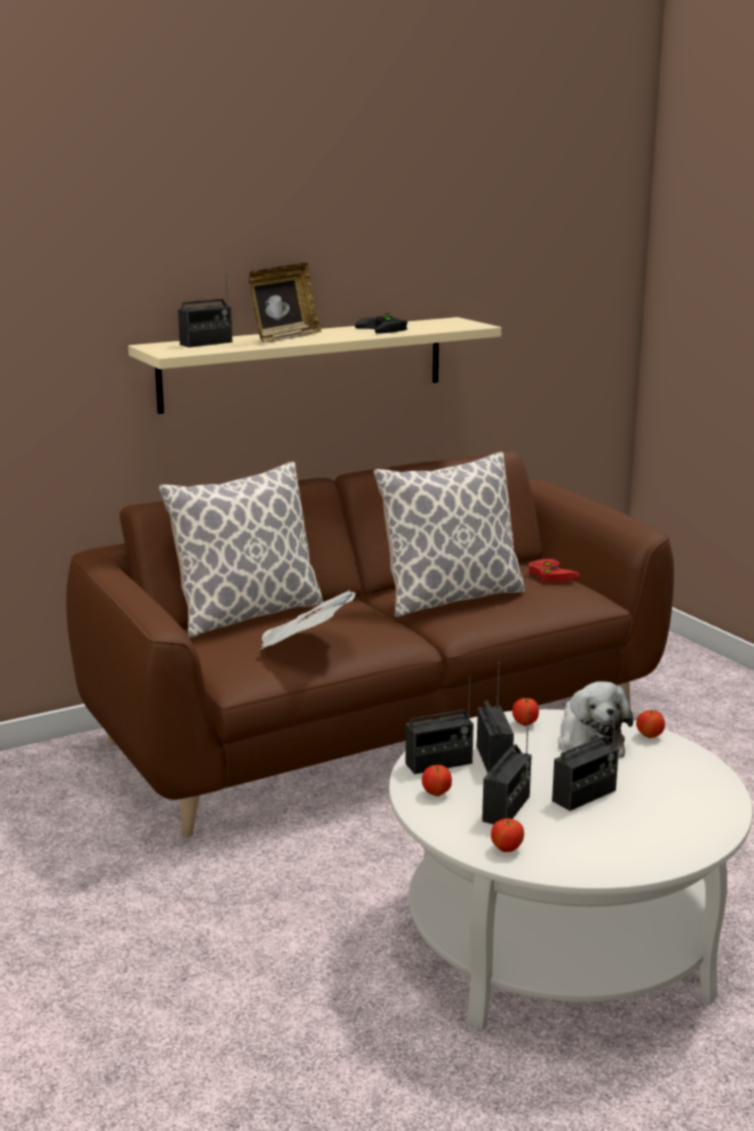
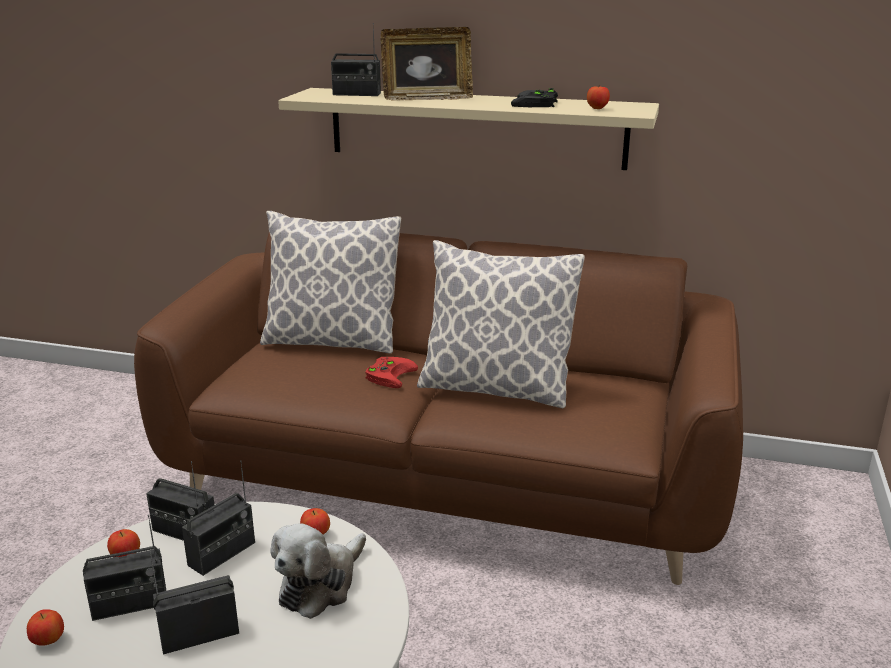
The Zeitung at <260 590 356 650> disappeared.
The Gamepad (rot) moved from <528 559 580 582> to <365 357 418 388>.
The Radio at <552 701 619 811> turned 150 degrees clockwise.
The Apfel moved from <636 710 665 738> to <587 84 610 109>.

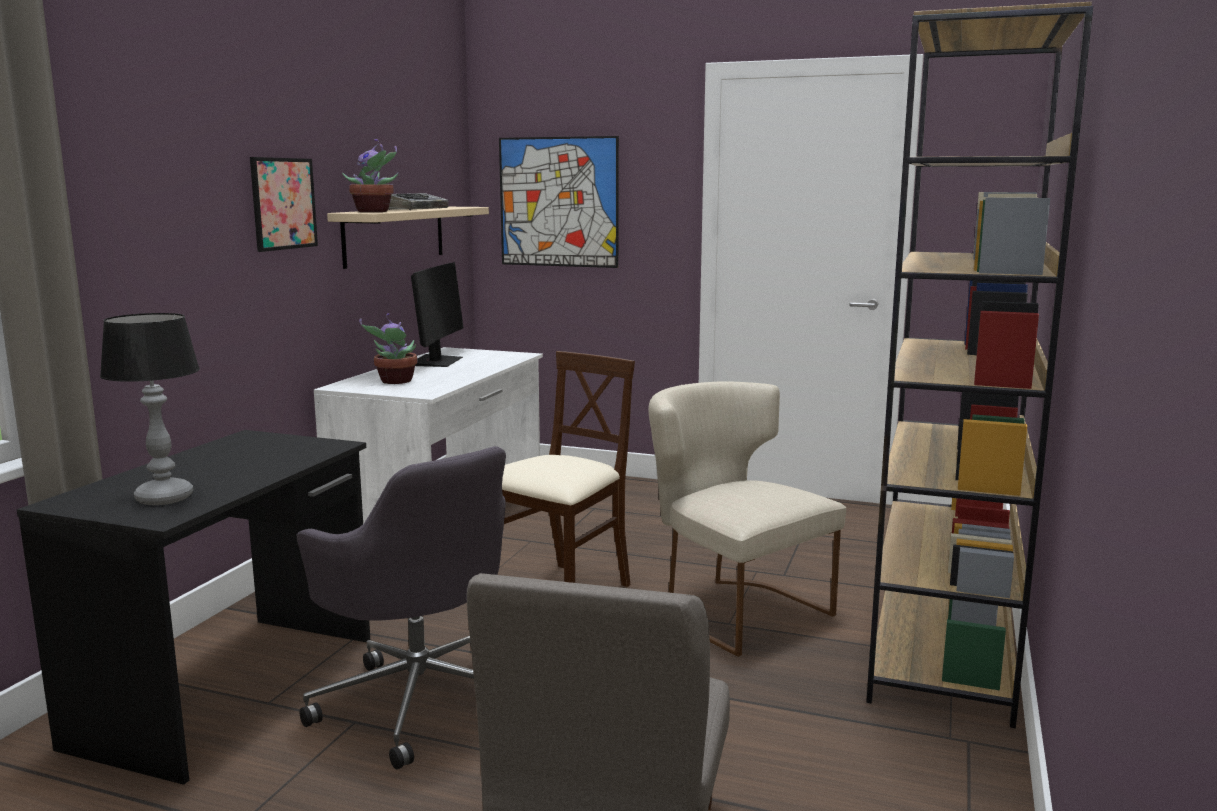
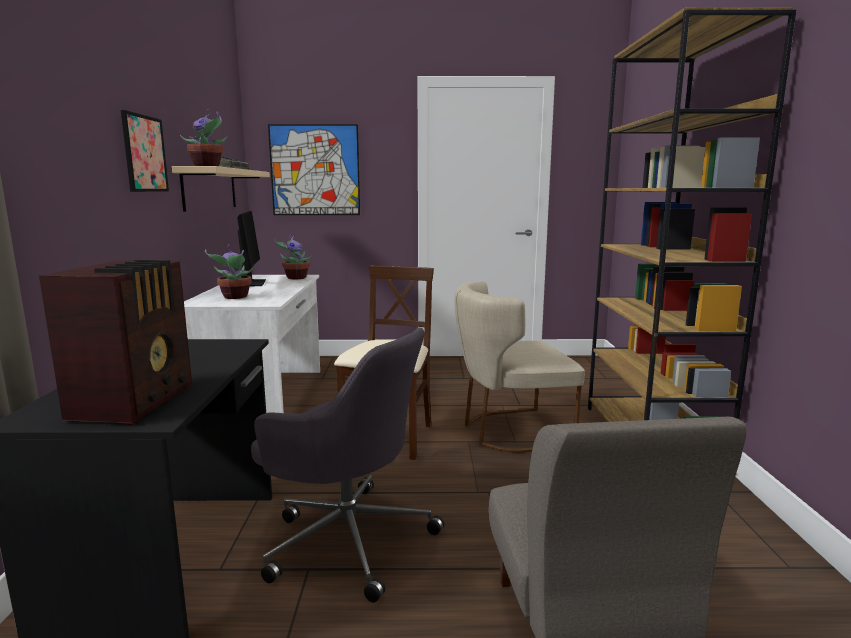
The Tischlampe at <100 313 200 505> was replaced by the Radio at <39 260 192 425>.
The Stuhl (beige) at <649 381 846 657> turned 45 degrees counterclockwise.
The Topfpflanze at <274 234 311 279> appeared.

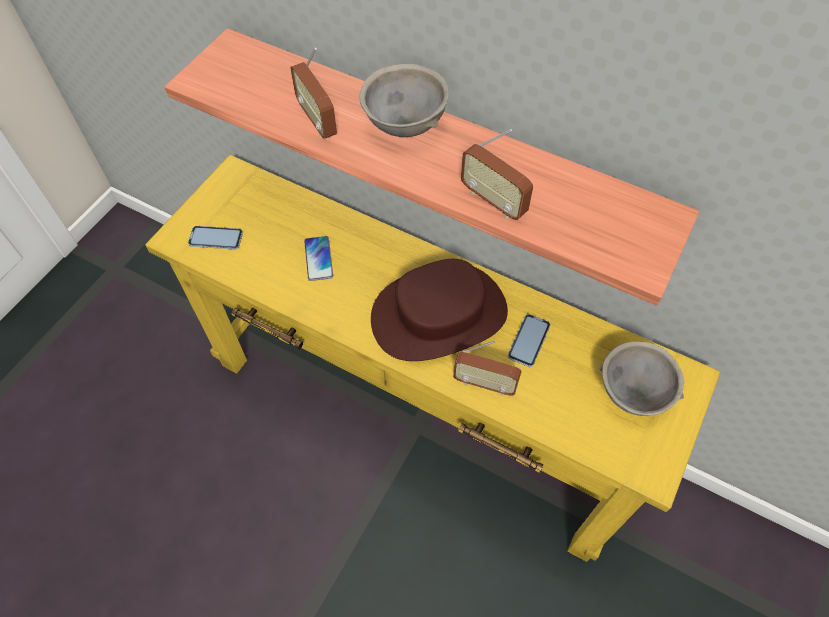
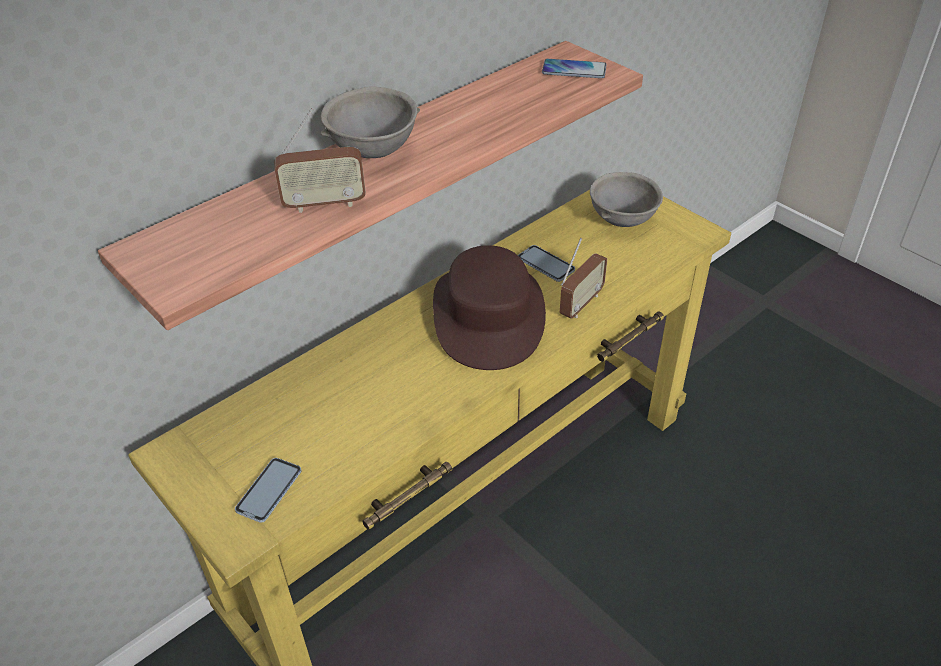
The Handy moved from <304 236 333 281> to <542 59 606 78>.
The Radio at <461 129 533 220> disappeared.

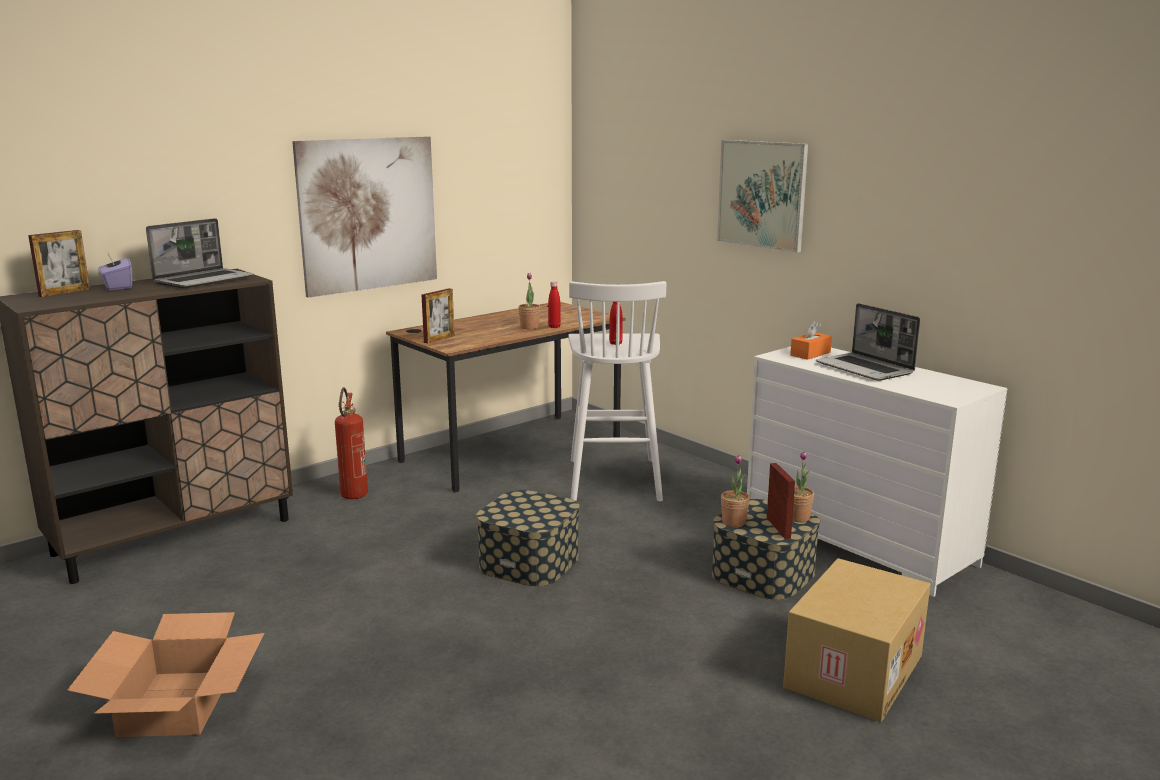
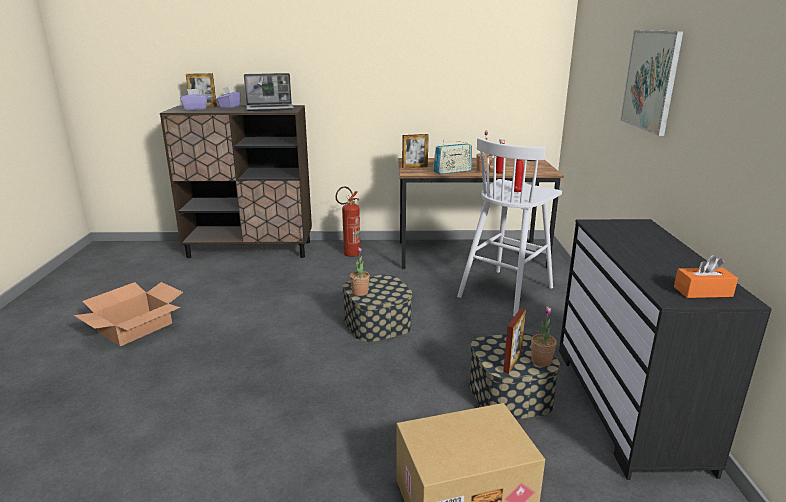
The Bild at <292 137 437 298> disappeared.
The Topfpflanze moved from <721 455 750 527> to <350 247 370 296>.
The Kommode (weiß) at <747 347 1008 597> became the Kommode (schwarz) at <559 219 772 480>.
The Taschentuchbox (orange) moved from <790 321 832 360> to <674 255 738 298>.
The Laptop at <816 303 920 381> disappeared.
The Taschentuchbox (lila) at <180 89 207 111> appeared.
The Radio at <433 139 472 174> appeared.

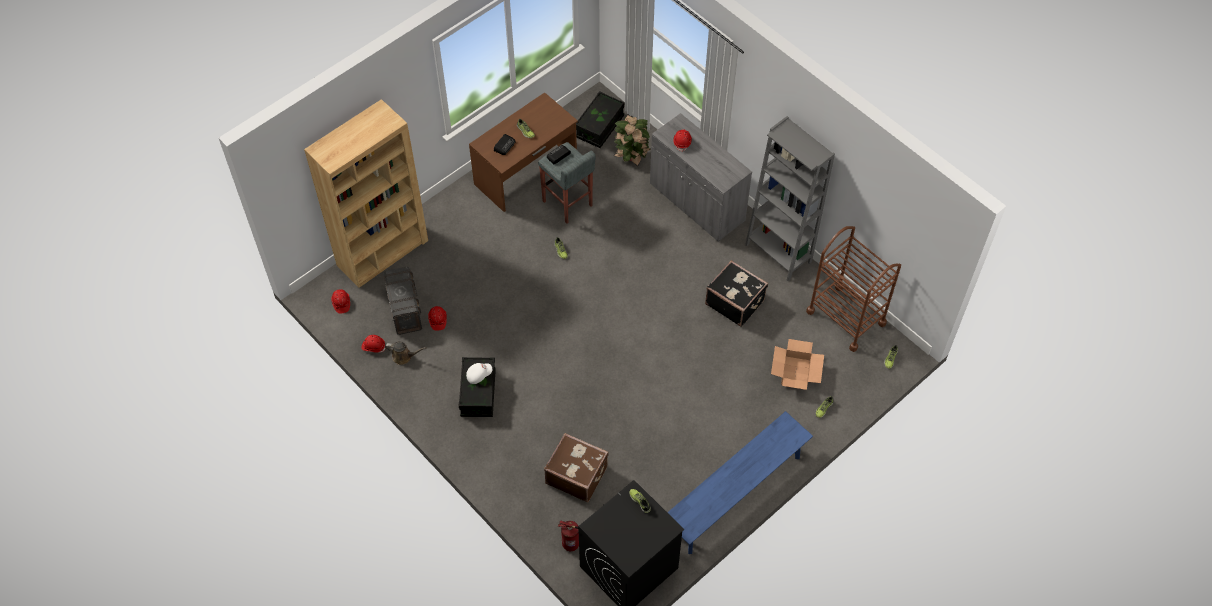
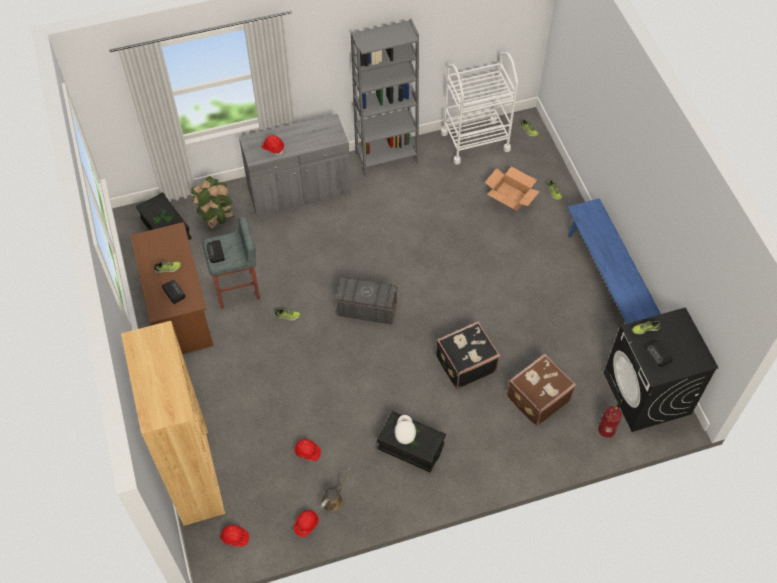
The Aufbewahrungsbox (grau) moved from <383 267 422 335> to <336 277 398 325>.
The Koffer (schwarz) moved from <705 260 768 327> to <436 321 500 389>.
The Rollwagen (braun) at <806 226 901 352> became the Rollwagen (weiß) at <441 52 518 164>.
The Radio at <645 340 672 367> appeared.

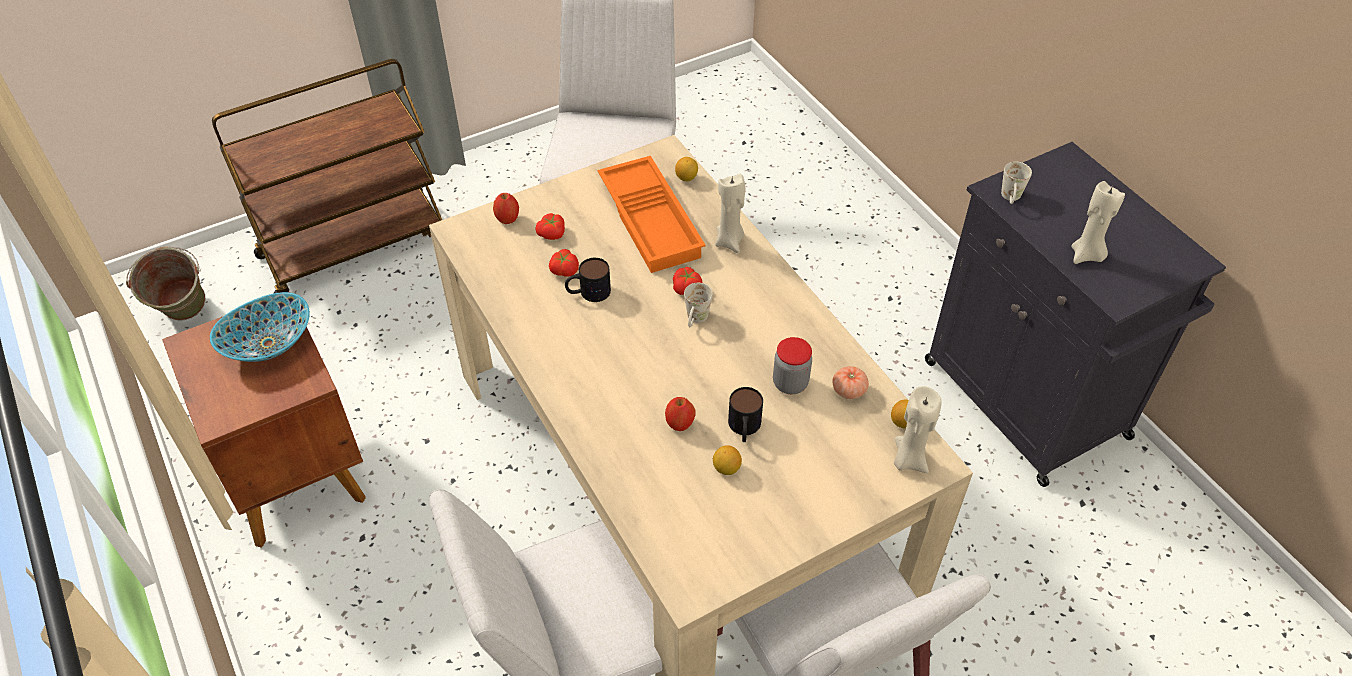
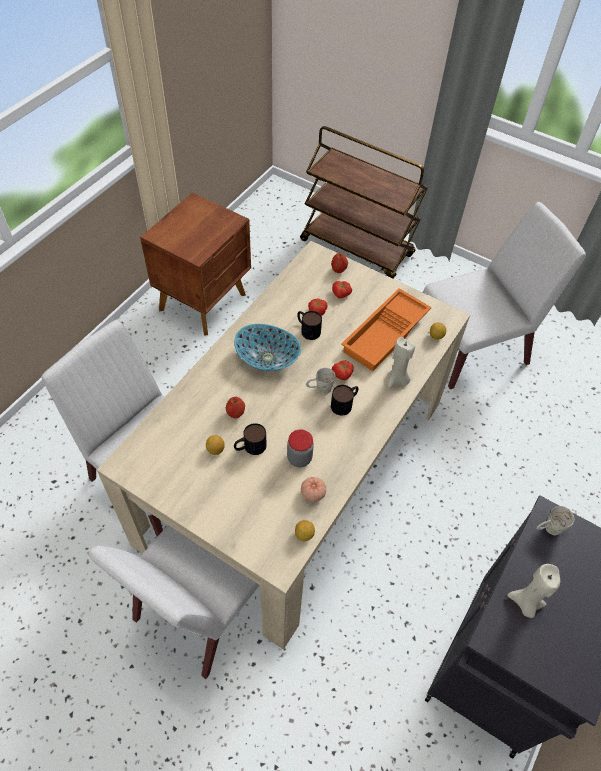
The Eimer (grün) at <126 247 205 321> disappeared.
The Schüssel moved from <210 292 310 362> to <234 324 301 371>.
The Kerze (beige) at <894 386 942 473> disappeared.
The Henkelbecher at <331 385 358 416> appeared.

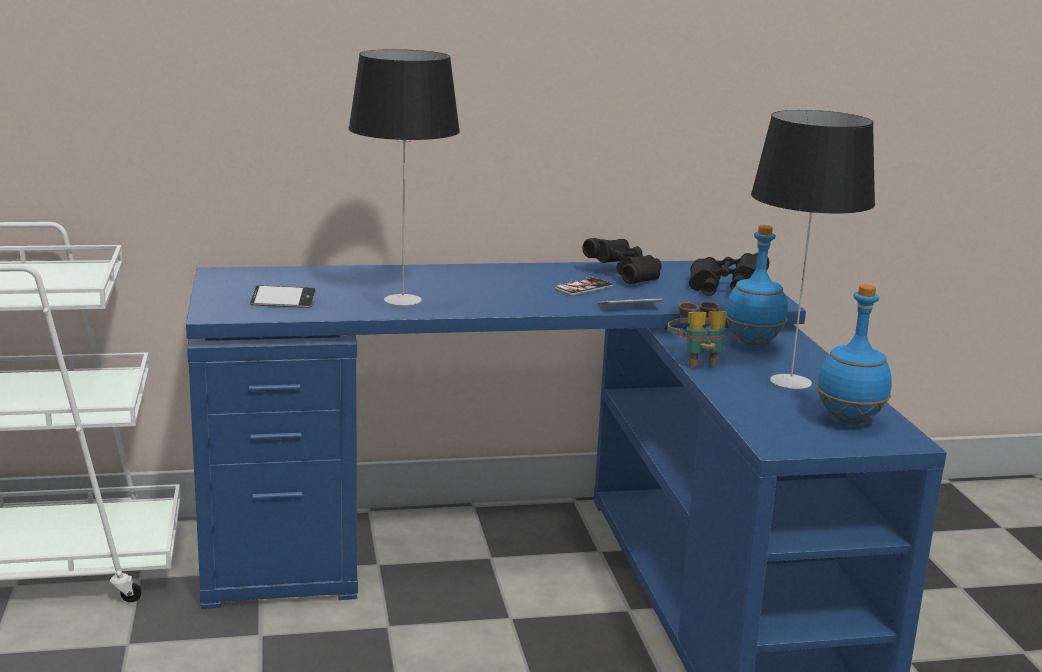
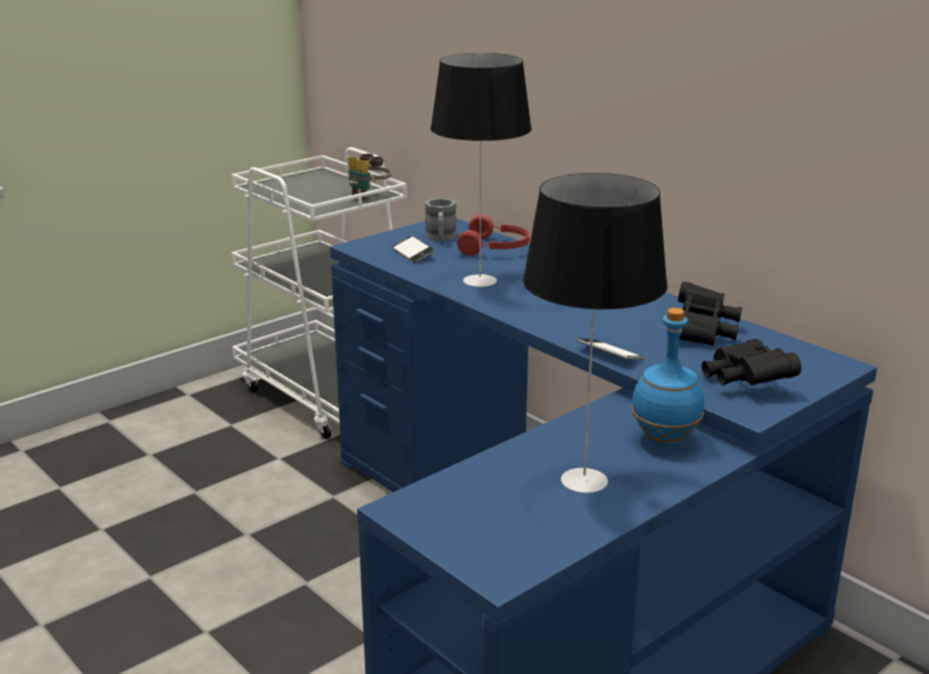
The Handy at <555 276 613 296> disappeared.
The Fernglas moved from <667 302 727 368> to <347 153 391 201>.
The Flasche (blau) at <817 284 892 427> disappeared.
The Henkelbecher (grau) at <425 198 456 241> appeared.
The Kopfhörer (rot) at <457 215 530 256> appeared.

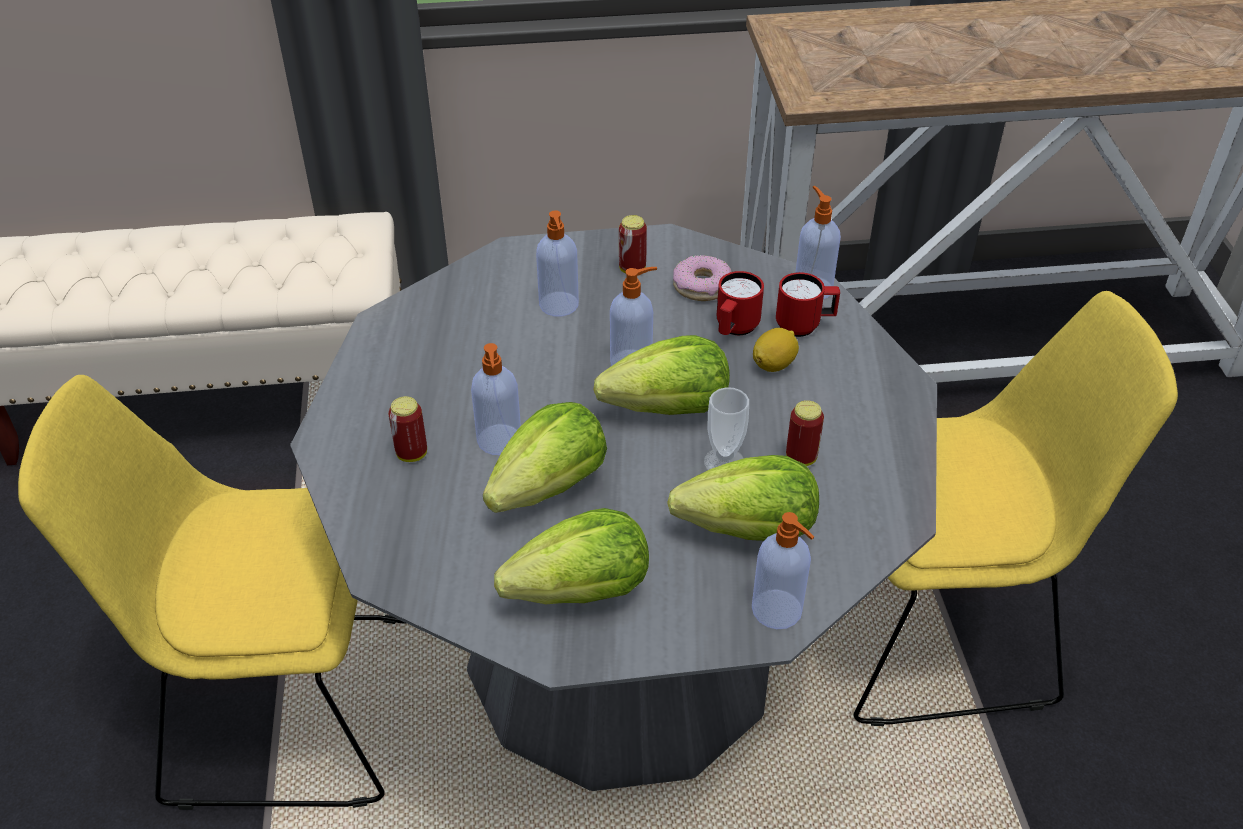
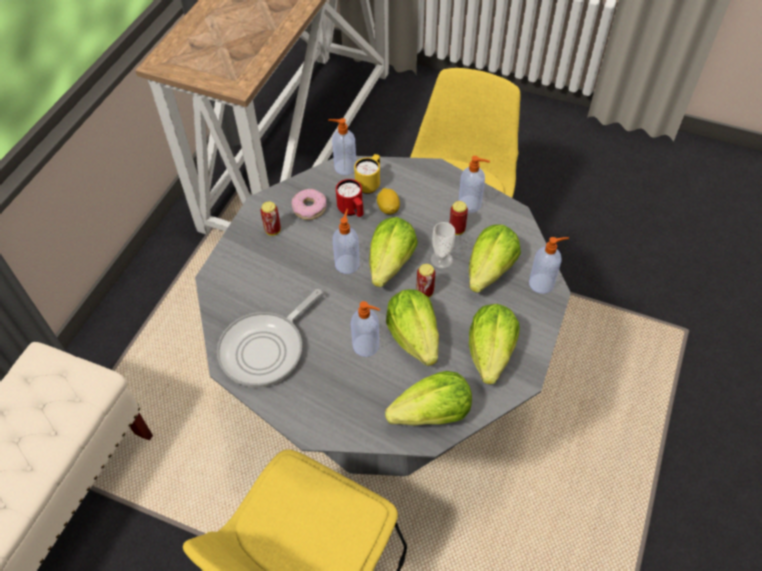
The Dose moved from <388 396 427 462> to <416 264 435 298>.
The Seifenspender moved from <536 210 579 317> to <458 156 490 213>.
The Henkelbecher (rot) at <776 272 840 337> became the Henkelbecher (gelb) at <354 154 380 194>.
The Pfanne at <217 289 322 387> appeared.
The Salatkopf at <385 371 472 426> appeared.

